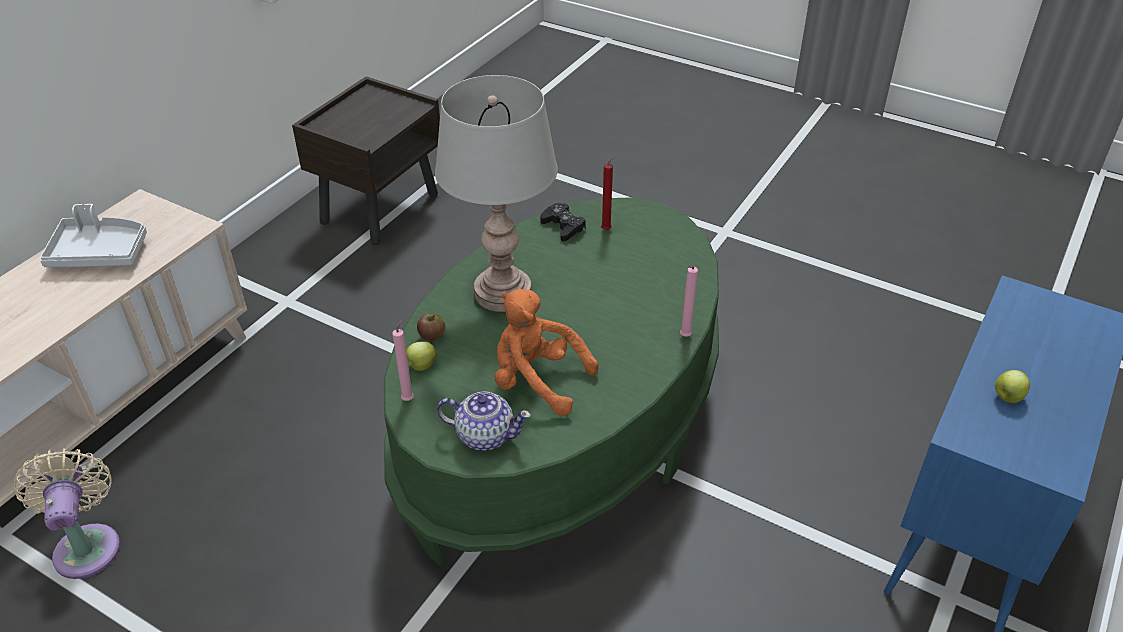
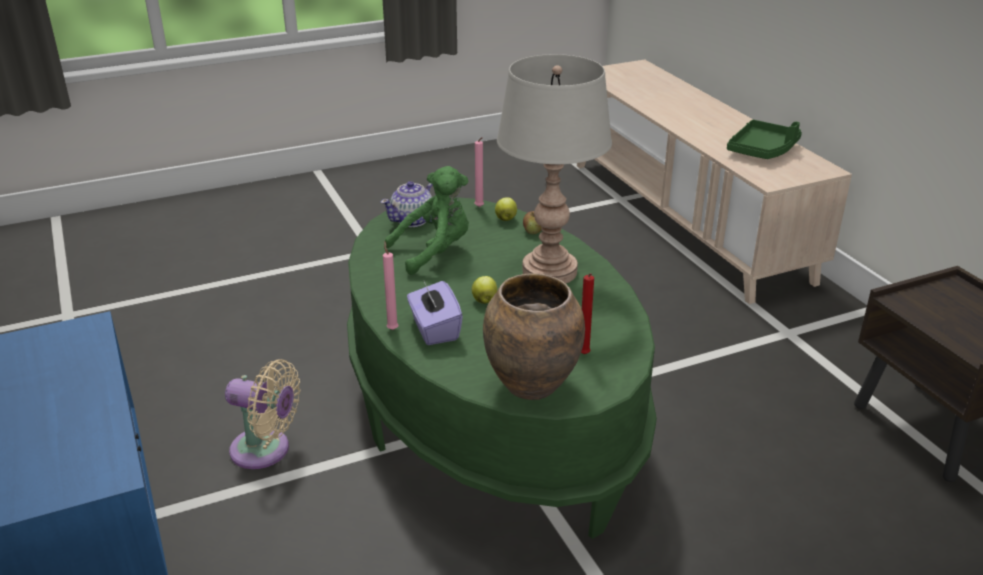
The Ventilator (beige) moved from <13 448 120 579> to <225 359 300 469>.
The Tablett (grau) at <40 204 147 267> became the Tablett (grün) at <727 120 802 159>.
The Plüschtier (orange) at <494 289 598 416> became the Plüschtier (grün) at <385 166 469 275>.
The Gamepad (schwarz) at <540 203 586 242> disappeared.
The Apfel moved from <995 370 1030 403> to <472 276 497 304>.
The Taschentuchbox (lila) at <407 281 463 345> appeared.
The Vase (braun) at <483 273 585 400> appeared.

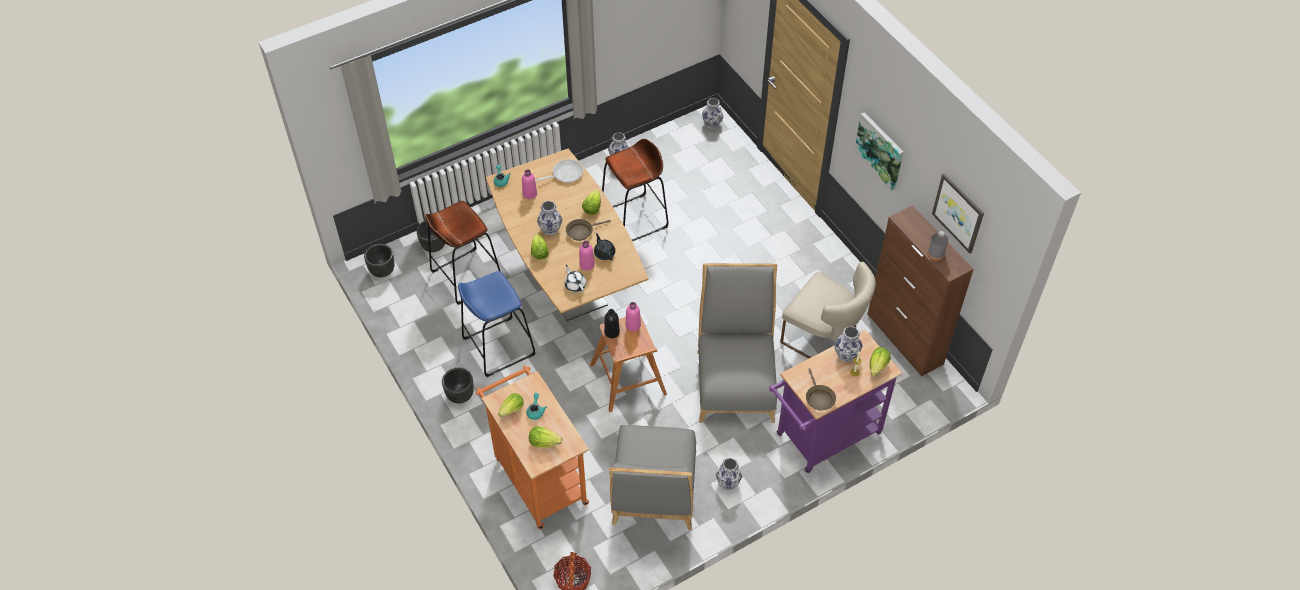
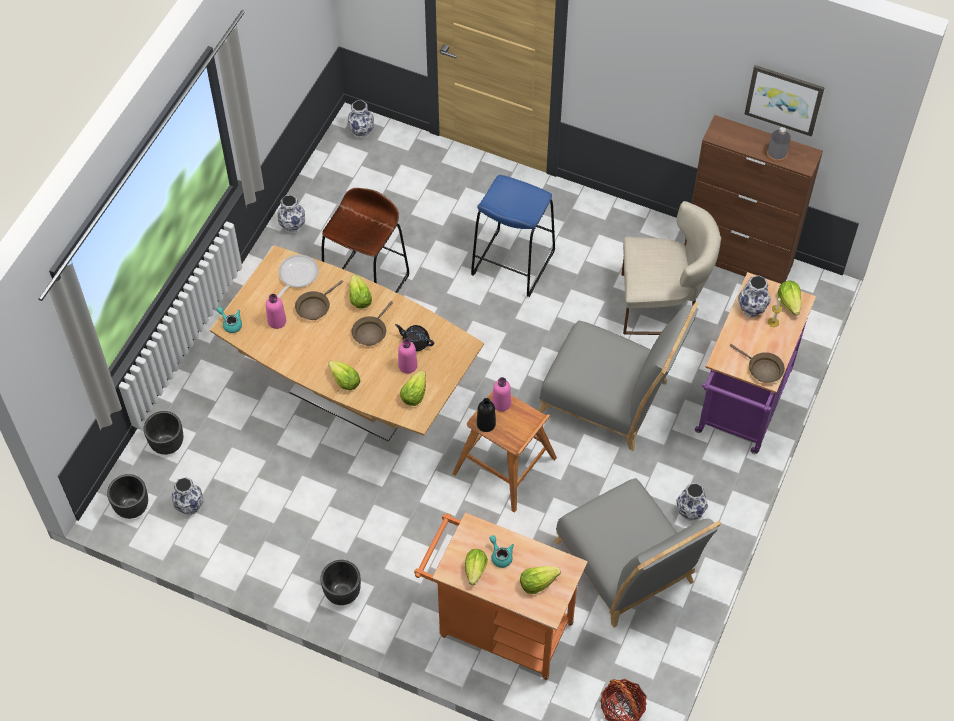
The Hocker (braun) at <425 201 501 305> disappeared.
The Hocker (blau) moved from <458 271 536 377> to <471 175 555 297>.
The Vase moved from <537 201 563 236> to <172 477 204 515>.
The Teekanne (weiß) at <564 265 586 292> was replaced by the Salatkopf at <400 371 426 406>.
The Stuhl (grau) at <698 263 777 423> turned 150 degrees clockwise.
The Bild at <854 112 903 191> disappeared.
The Pfanne (braun) at <295 280 343 320> appeared.

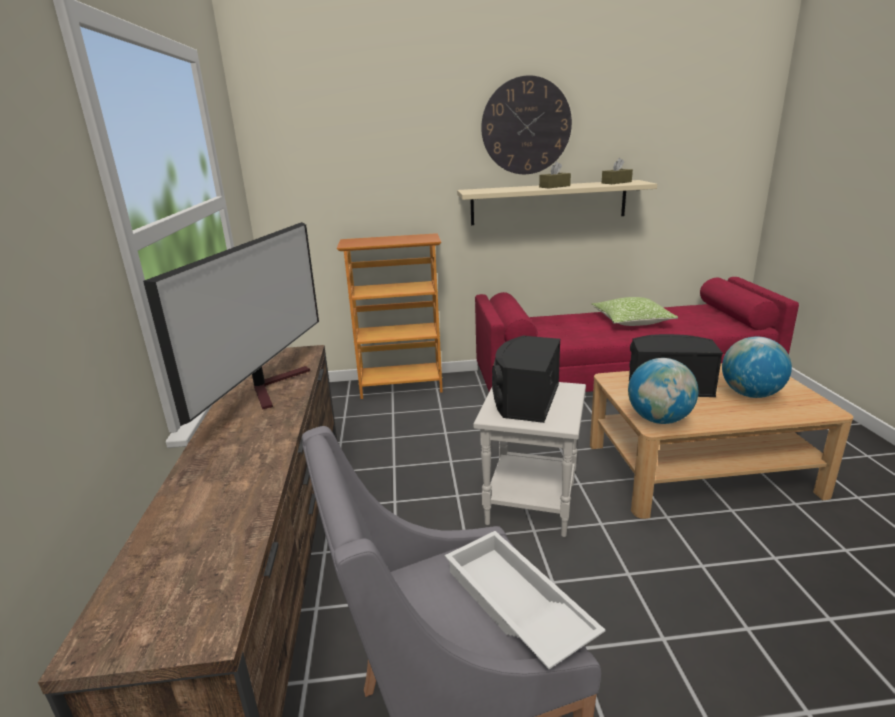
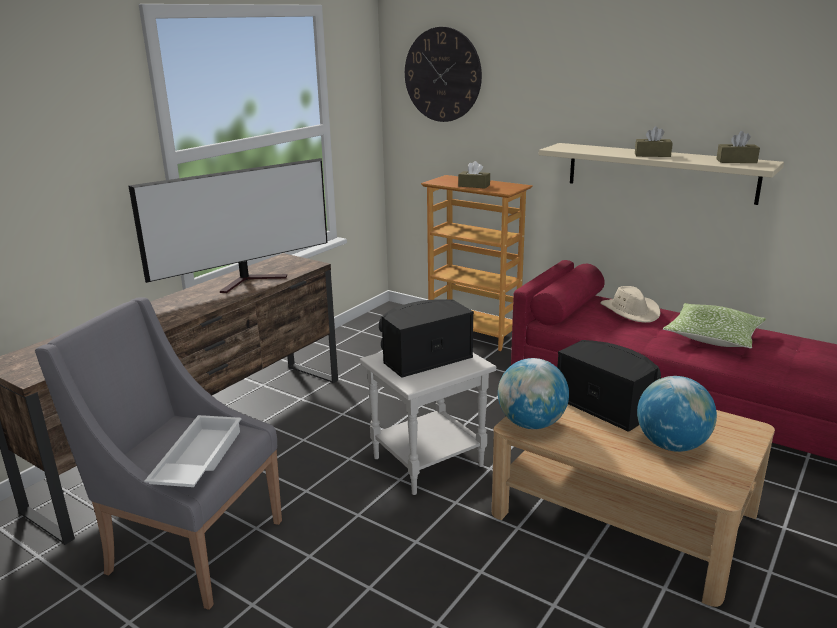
The Wanduhr moved from <481 75 572 174> to <405 27 482 122>.
The Taschentuchbox (braun) at <458 161 490 188> appeared.
The Hut (beige) at <600 286 661 323> appeared.

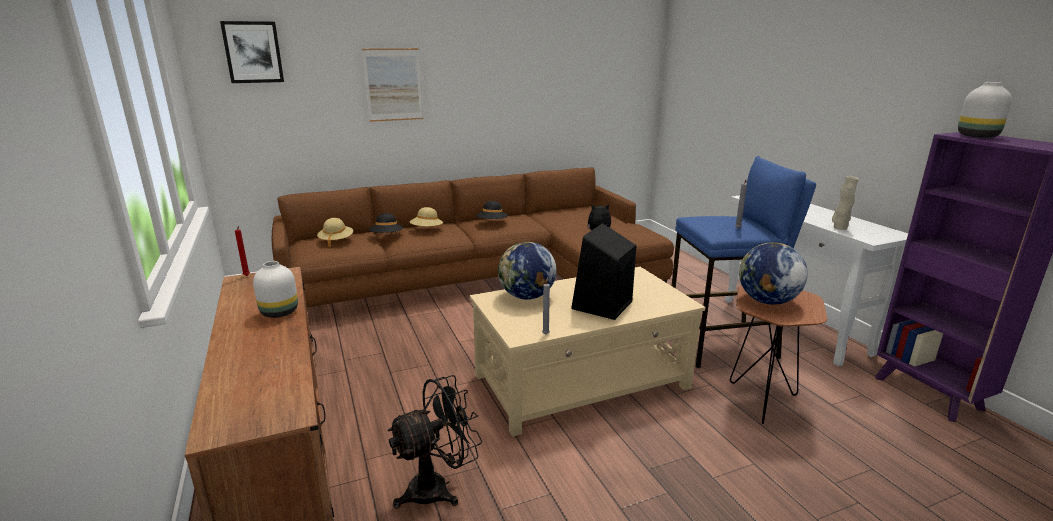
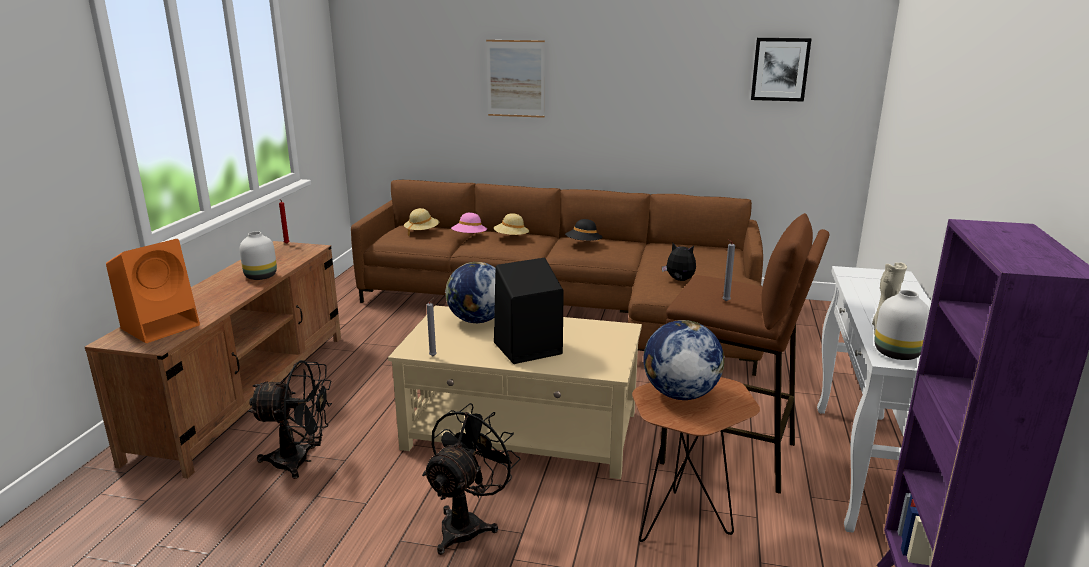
The Bild moved from <220 21 284 83> to <751 38 812 102>.
The Hut (schwarz) at <369 213 403 233> became the Hut (rosa) at <451 213 487 233>.
The Hocker (blau) at <672 156 816 368> became the Hocker (braun) at <659 213 829 494>.
The Vase (weiß) moved from <958 82 1012 138> to <874 290 930 360>.
The Lautsprecher (orange) at <106 239 200 343> appeared.
The Ventilator (schwarz) at <422 403 520 555> appeared.

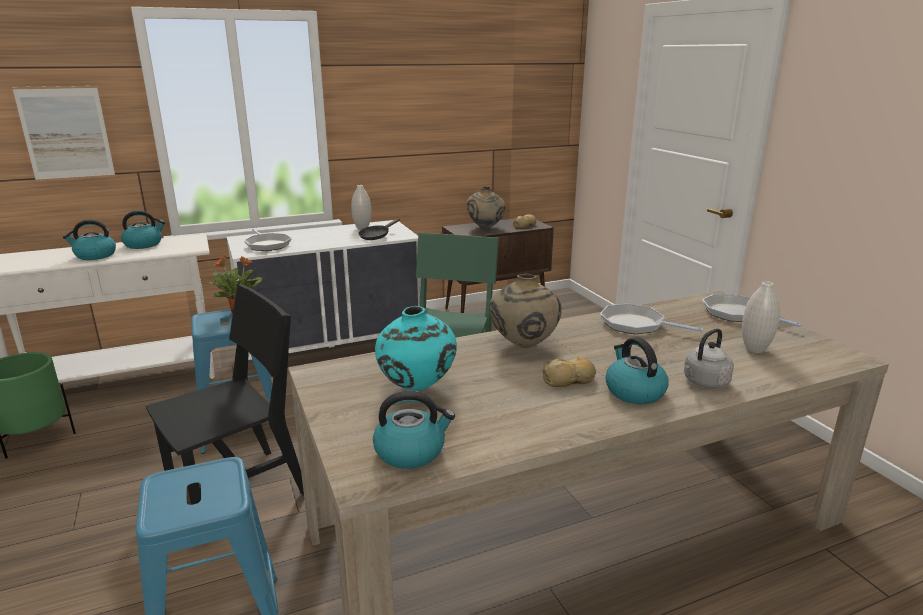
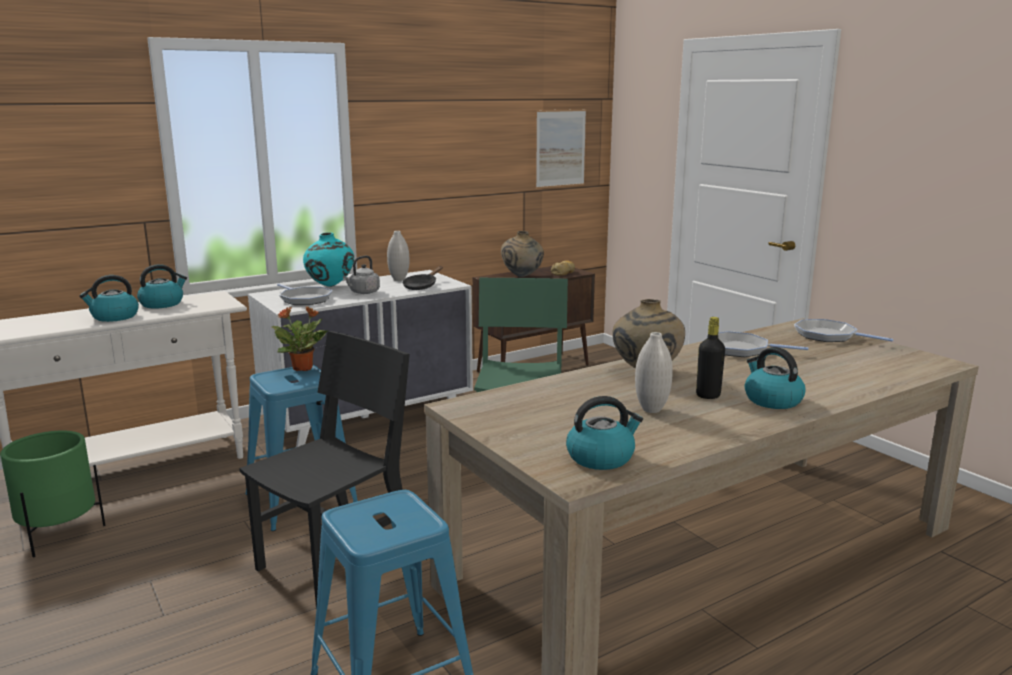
The Bild moved from <12 86 115 182> to <536 109 586 189>.
The Vase (türkis) moved from <375 306 457 391> to <303 232 354 287>.
The Brot at <542 357 596 387> was replaced by the Flasche (schwarz) at <696 317 725 399>.
The Wasserkessel (grau) moved from <684 328 734 388> to <343 256 380 294>.
The Vase (weiß) moved from <742 281 780 353> to <635 332 673 413>.

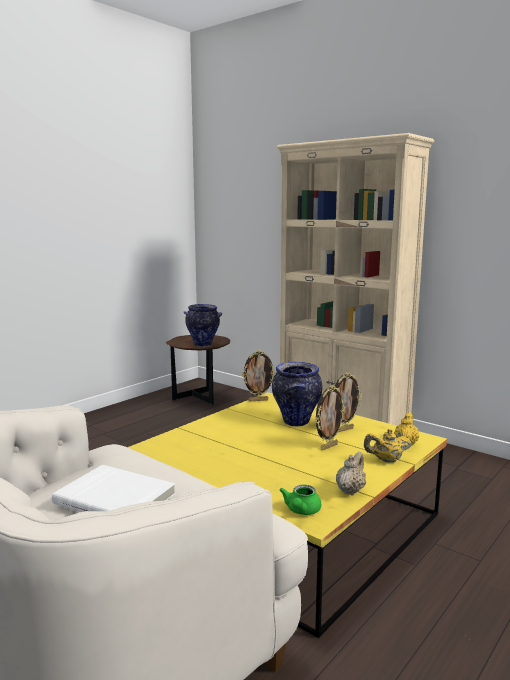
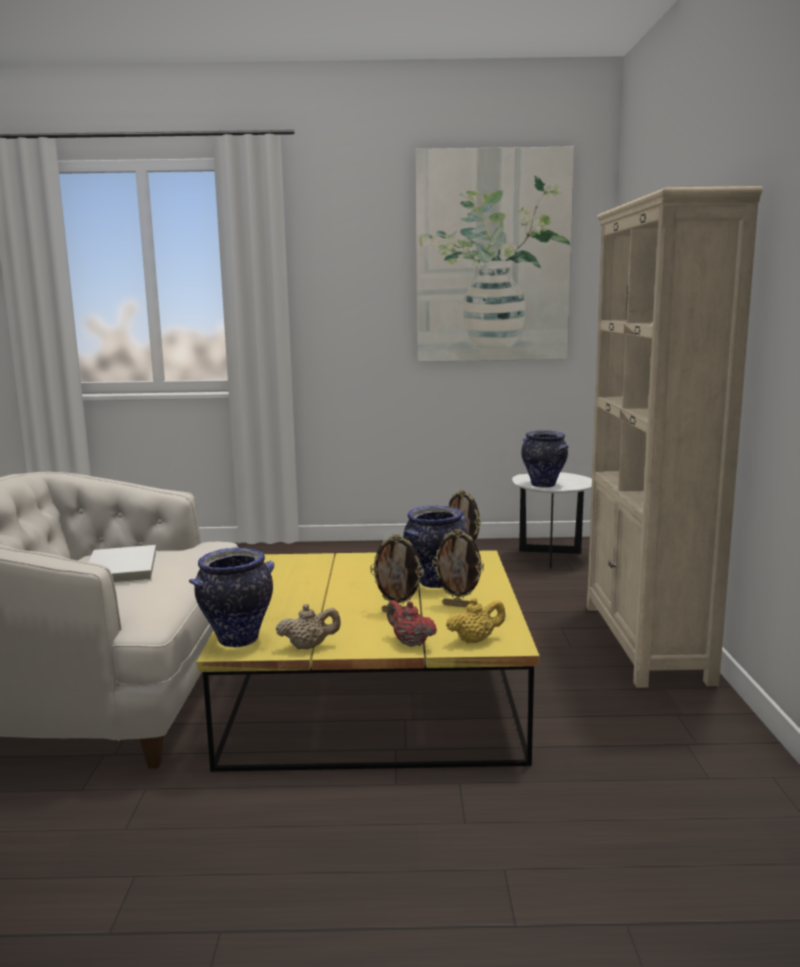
The Beistelltisch (braun) at <166 335 230 405> became the Beistelltisch (weiß) at <512 472 592 569>.
The Teekanne (grün) at <279 485 321 515> was replaced by the Vase at <189 547 274 647>.
The Teekanne (gelb) at <364 429 411 463> became the Teekanne (rot) at <387 600 437 647>.
The Bild at <415 146 574 362> appeared.

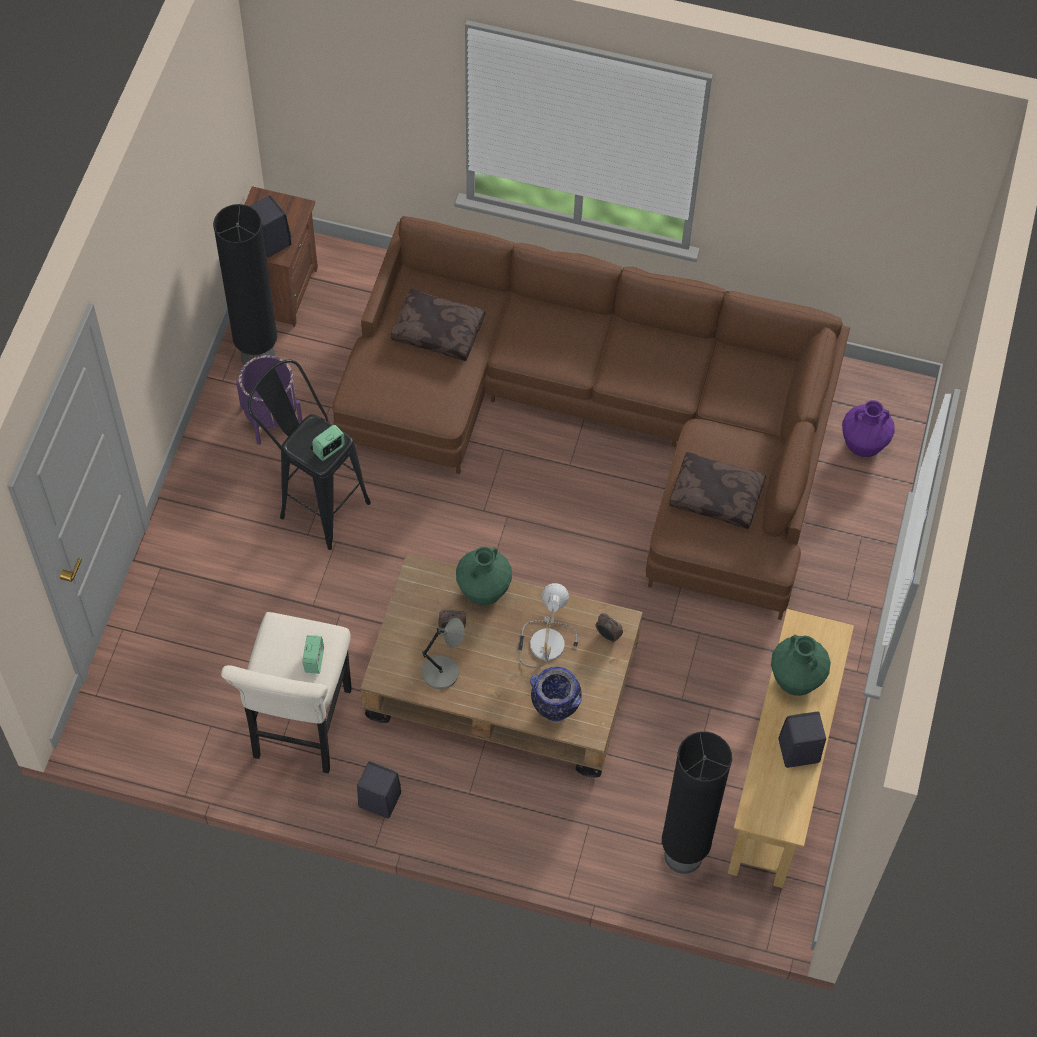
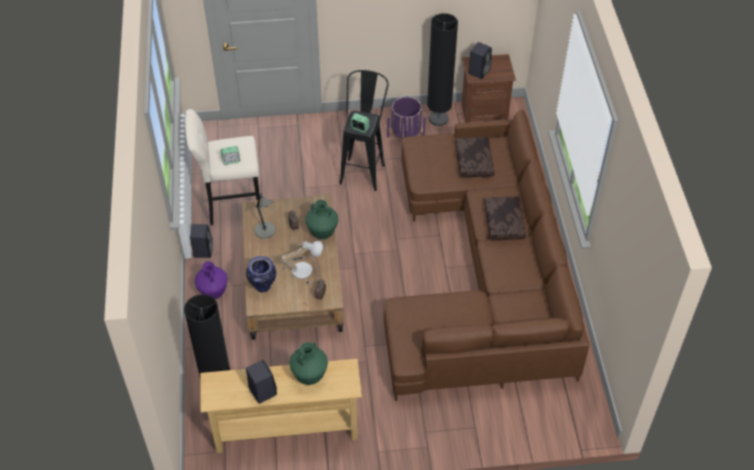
The Kissen (braun) moved from <669 452 766 529> to <484 196 526 240>.
The Vase (lila) moved from <842 400 895 457> to <194 261 228 299>.

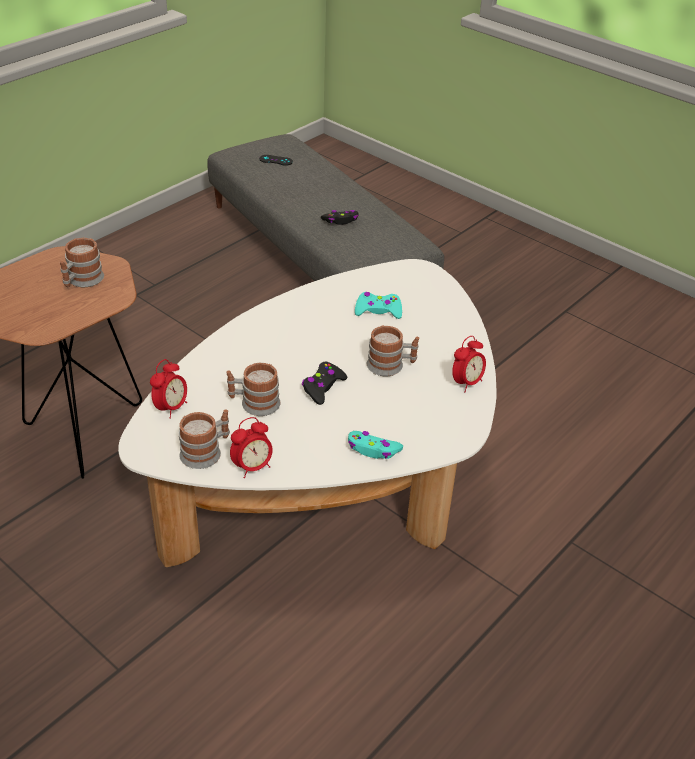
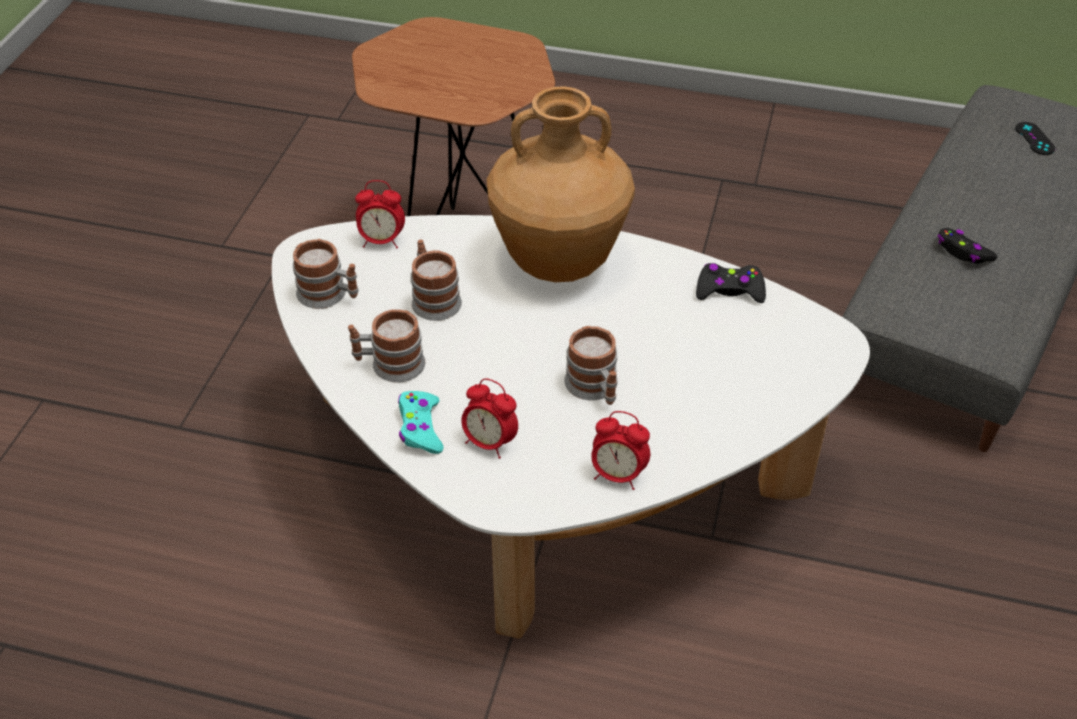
The Henkelbecher moved from <60 238 104 287> to <348 309 425 383>.
The Wecker moved from <230 417 273 478> to <461 378 518 459>.
The Gamepad (schwarz) moved from <302 361 347 405> to <696 263 766 303>.
The Gamepad (türkis) at <355 292 402 319> disappeared.
The Vase (braun) at <487 86 635 282> appeared.

